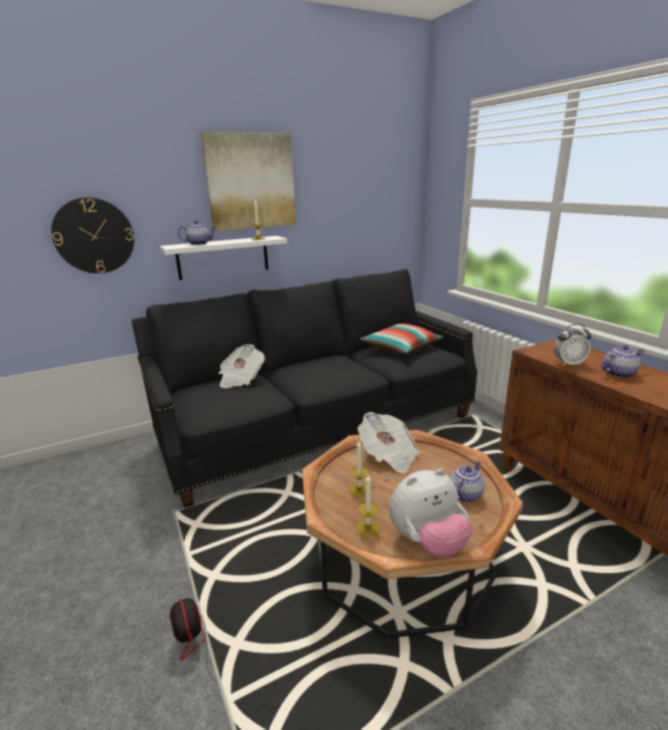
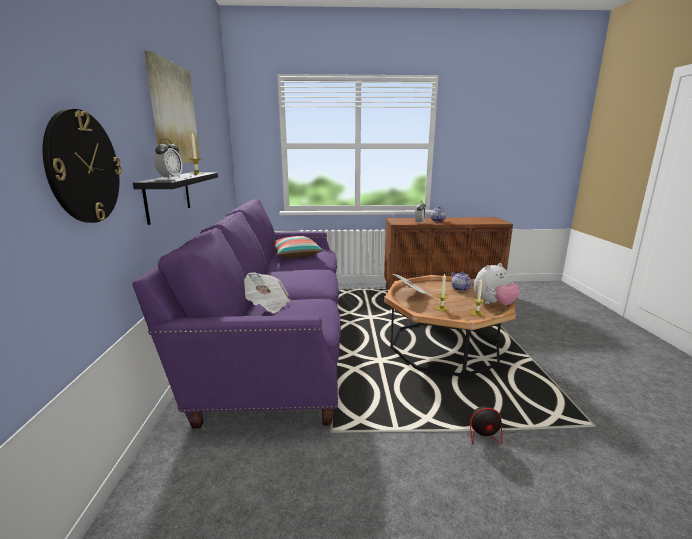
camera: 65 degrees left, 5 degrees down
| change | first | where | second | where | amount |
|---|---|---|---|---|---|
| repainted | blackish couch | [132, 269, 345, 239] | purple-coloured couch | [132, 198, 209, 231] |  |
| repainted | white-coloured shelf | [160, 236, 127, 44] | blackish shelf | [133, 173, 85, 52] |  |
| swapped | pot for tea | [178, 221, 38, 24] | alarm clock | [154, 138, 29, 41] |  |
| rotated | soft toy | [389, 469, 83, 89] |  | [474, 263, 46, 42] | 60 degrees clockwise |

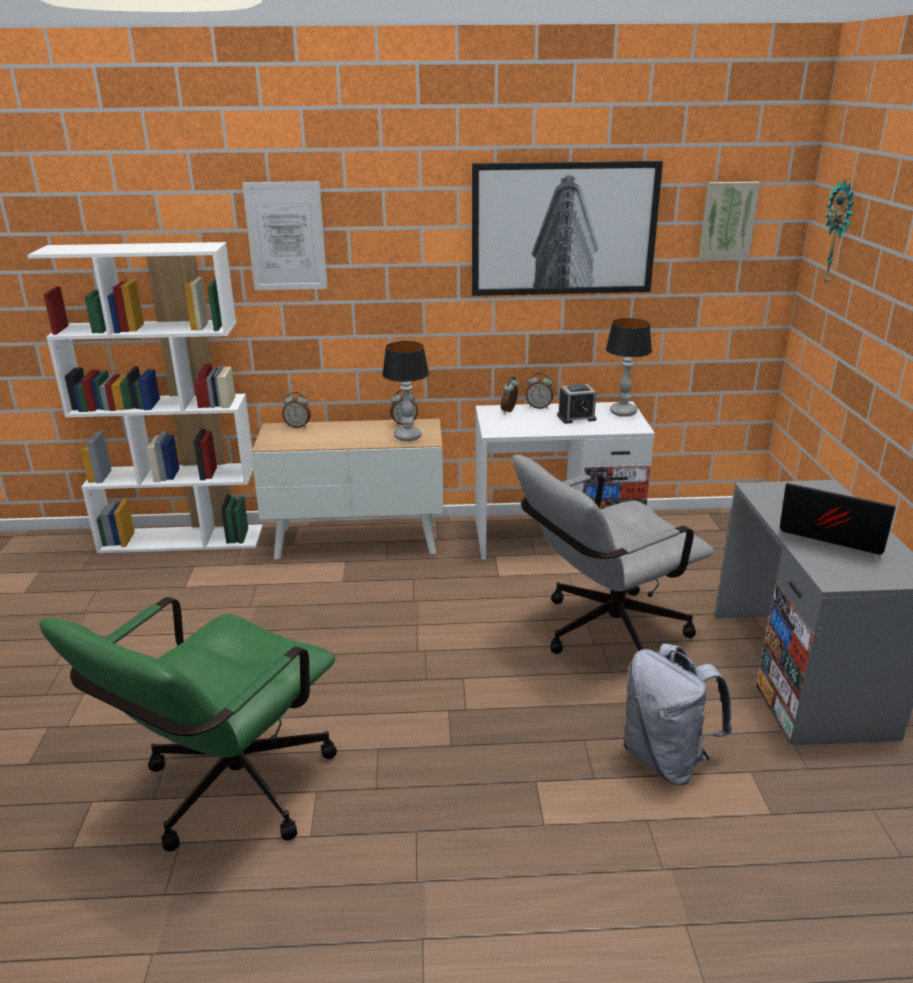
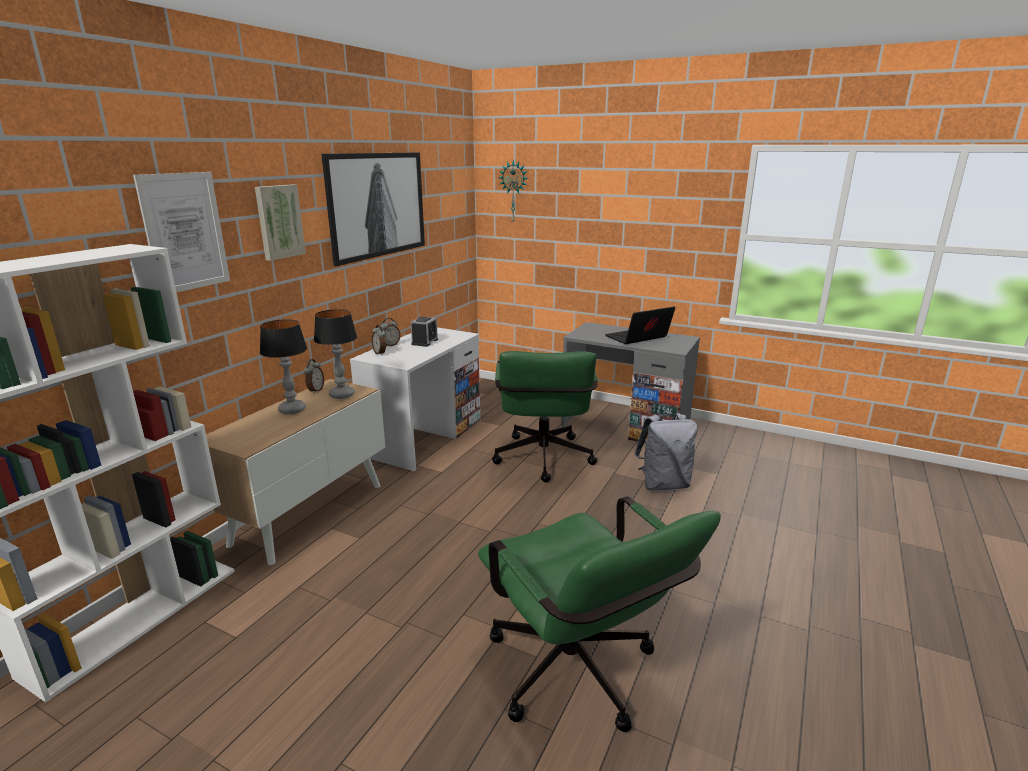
camera: 60 degrees left, 5 degrees down
| change | first | where | second | where | amount |
|---|---|---|---|---|---|
| shifted | wall picture | [699, 182, 61, 78] |  | [255, 184, 51, 77] |  |
| shifted | lamp for a table | [606, 318, 46, 99] |  | [260, 319, 47, 95] |  |
| repainted | grey desk chair | [513, 455, 201, 199] | greenish desk chair | [492, 351, 106, 132] |  |
| gone | alarm clock | [282, 392, 29, 36] |  |  |  |

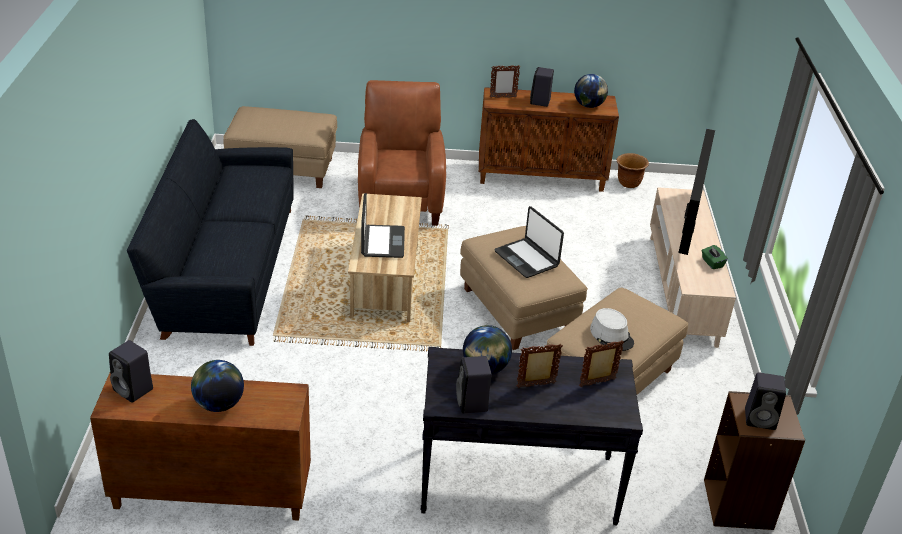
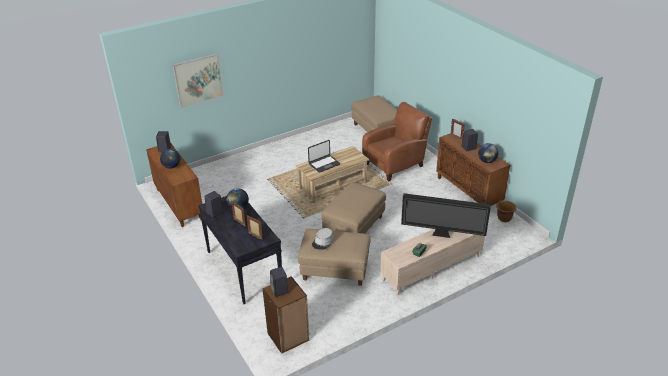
camera: 60 degrees right, 0 degrees up
| change | first | where | second | where | amount |
|---|---|---|---|---|---|
| new |  |  | wall picture | [173, 53, 51, 55] |  |
| rotated | television | [678, 129, 37, 126] |  | [401, 193, 90, 45] | 150 degrees counterclockwise |
| gone | blackish couch | [127, 119, 167, 227] |  |  |  |
| gone | laptop | [494, 206, 70, 72] |  |  |  |

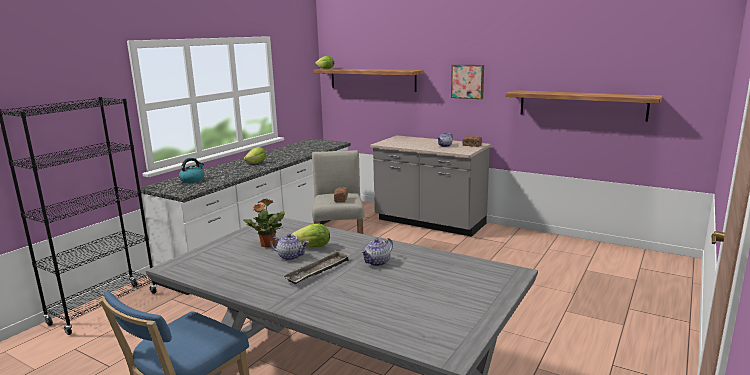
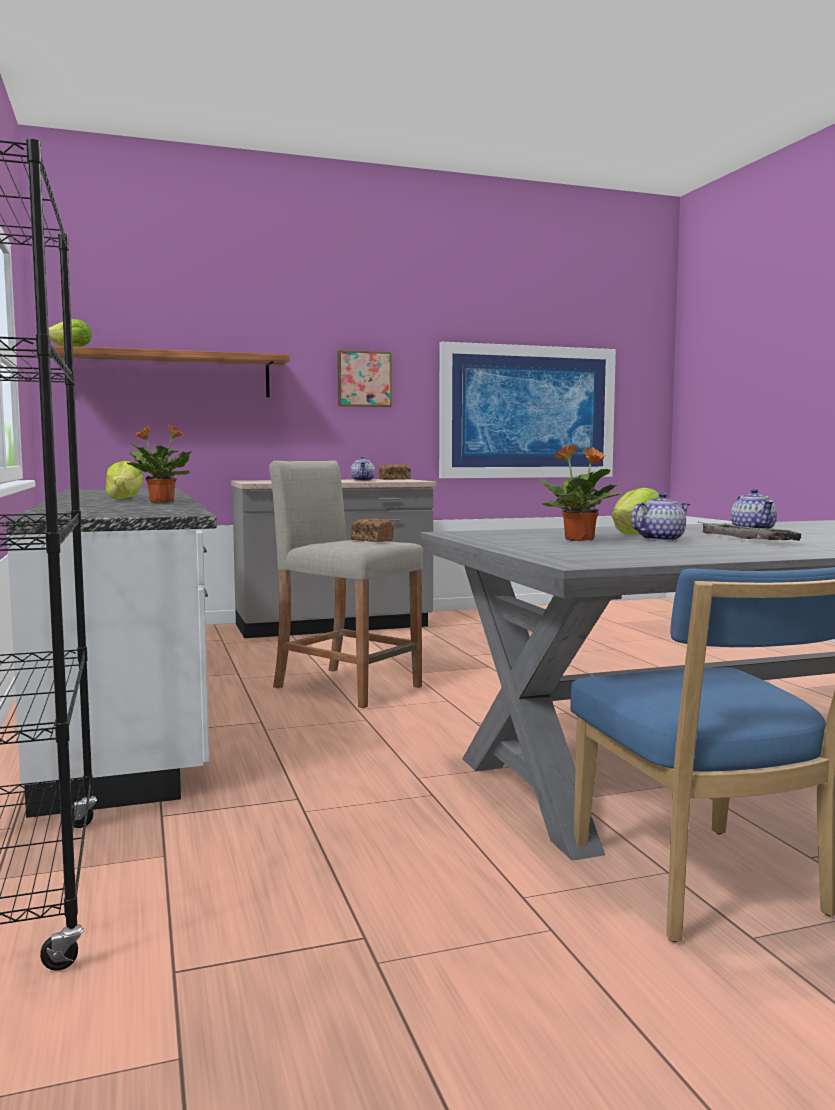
camera: 50 degrees left, 10 degrees down
| change | first | where | second | where | amount |
|---|---|---|---|---|---|
| new |  |  | plant in a pot | [127, 424, 64, 79] |  |
| swapped | shelf | [506, 90, 156, 32] | wall picture | [439, 342, 177, 136] |  |
| gone | kettle | [179, 158, 25, 25] |  |  |  |

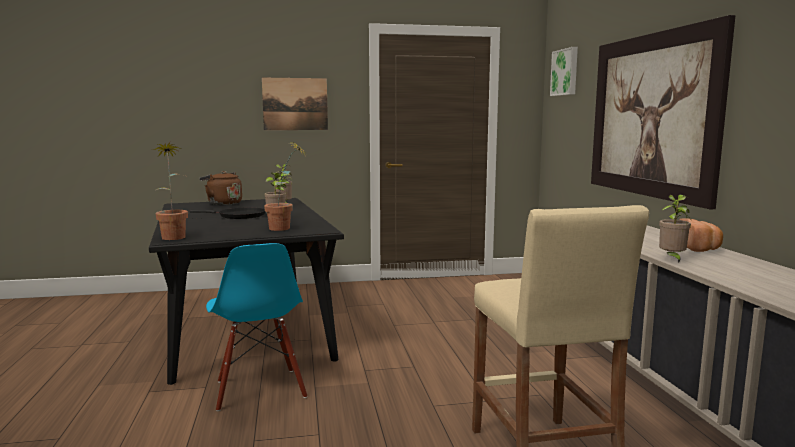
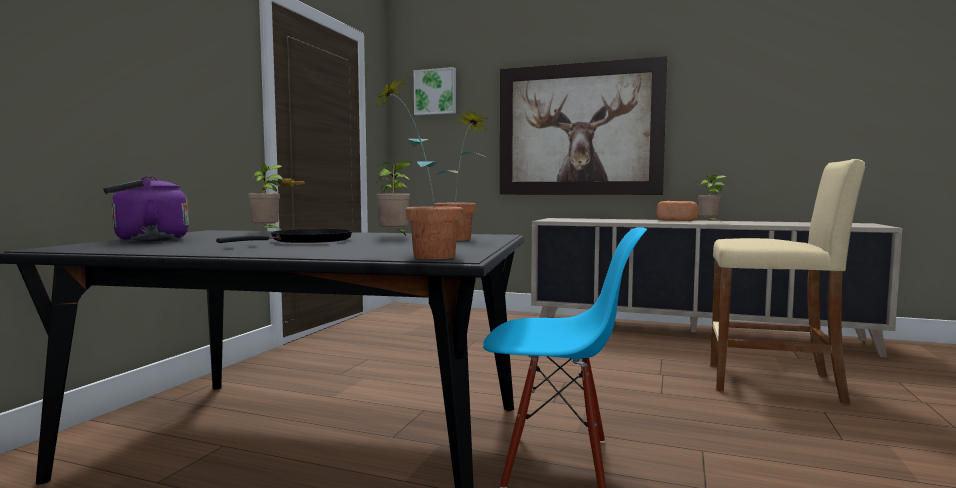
camera: 60 degrees left, 5 degrees down
| change | first | where | second | where | amount |
|---|---|---|---|---|---|
| repainted | brown kettle | [200, 171, 42, 34] | purple-coloured kettle | [103, 176, 86, 66] |  |
| gone | wall picture | [262, 78, 66, 52] |  |  |  |

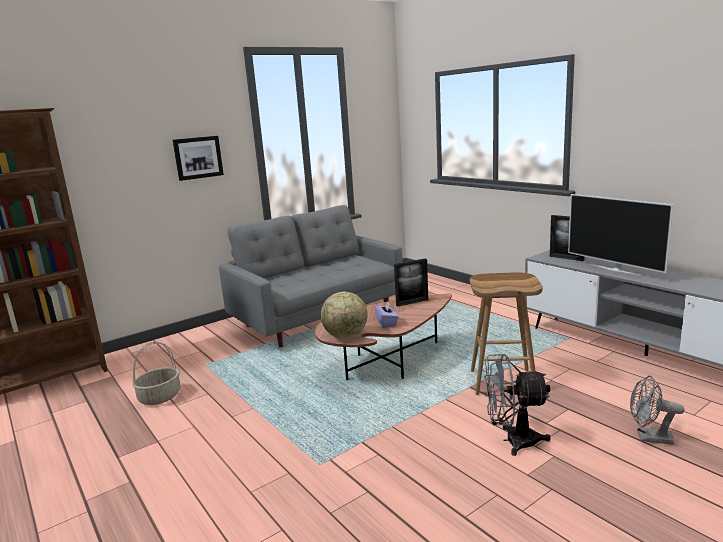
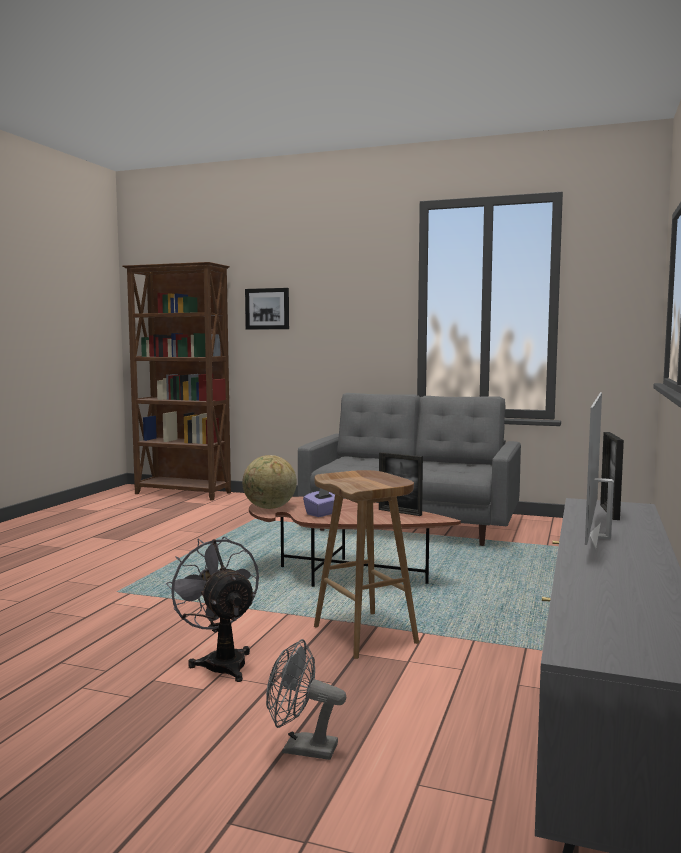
camera: 55 degrees right, 10 degrees down
| change | first | where | second | where | amount |
|---|---|---|---|---|---|
| shifted | wall picture | [173, 136, 51, 45] |  | [245, 288, 44, 42] |  |
| rotated | grey cooling fan | [630, 375, 54, 70] |  | [266, 639, 80, 121] | 60 degrees counterclockwise |
| gone | household basket | [132, 342, 48, 63] |  |  |  |

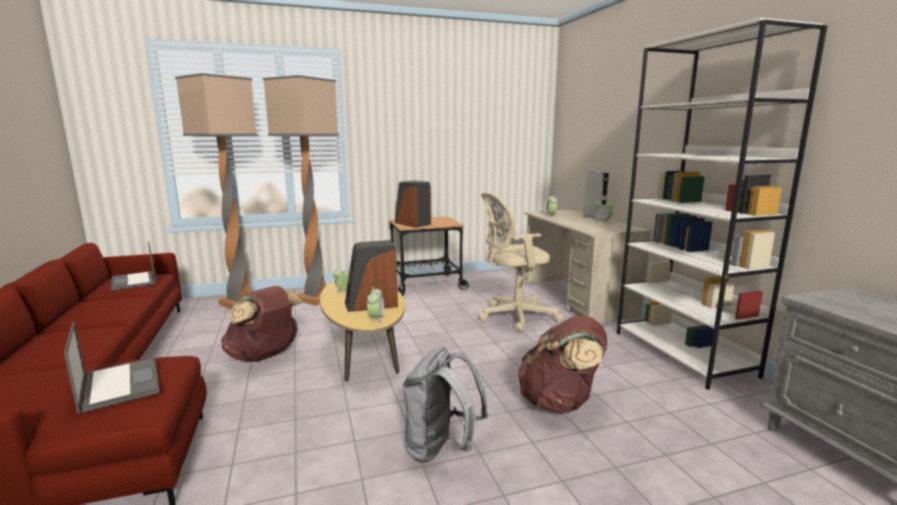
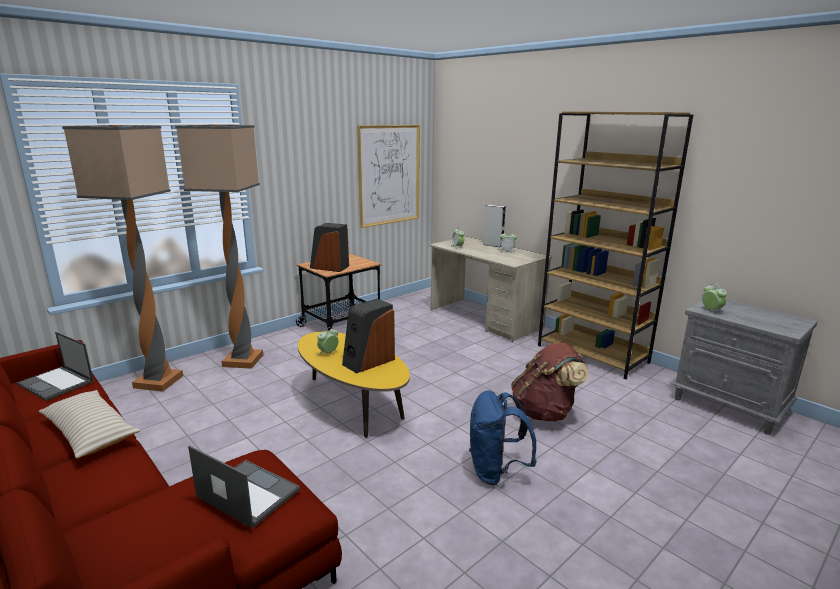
camera: 25 degrees left, 5 degrees up
| change | first | where | second | where | amount |
|---|---|---|---|---|---|
| new |  |  | beige-coloured pillow | [39, 390, 101, 69] |  |
| new |  |  | wall picture | [357, 125, 63, 103] |  |
| repainted | grey knapsack | [403, 347, 85, 116] | blue-coloured knapsack | [469, 390, 67, 95] |  |
| repainted | white-coloured bookshelf | [617, 18, 210, 372] | brown bookshelf | [538, 111, 155, 268] |  |
| shifted | alarm clock | [367, 287, 18, 37] |  | [702, 284, 25, 30] |  |
| gone | brown knapsack | [221, 286, 81, 76] |  |  |  |
| gone | beige-coloured desk chair | [478, 192, 85, 140] |  |  |  |

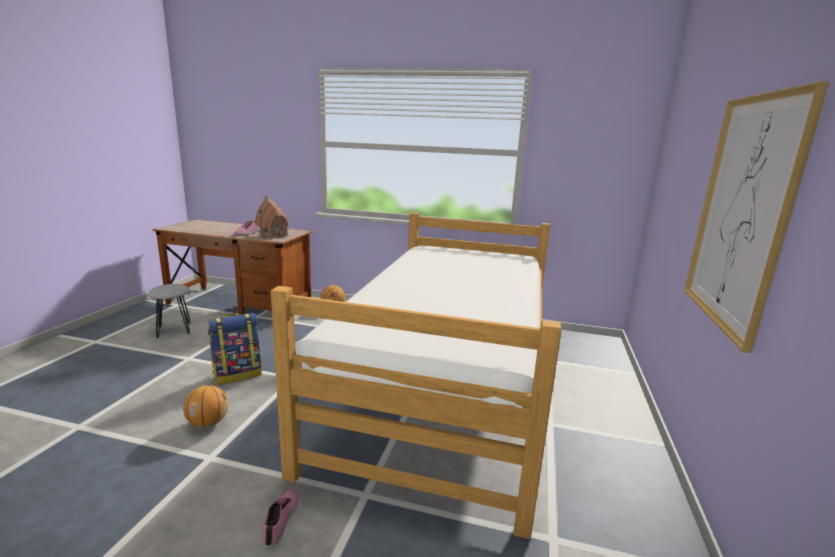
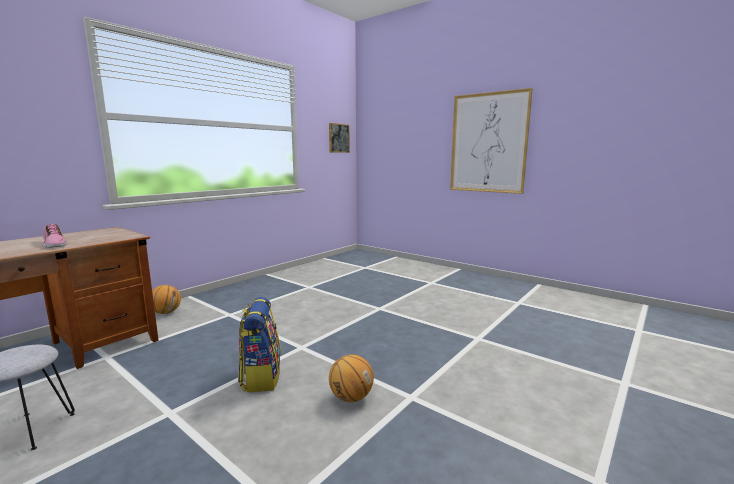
camera: 65 degrees left, 5 degrees down
| change | first | where | second | where | amount |
|---|---|---|---|---|---|
| new |  |  | wall picture | [329, 123, 21, 30] |  |
| gone | miniature house | [255, 196, 34, 42] |  |  |  |
| gone | shoe | [262, 489, 38, 59] |  |  |  |
| gone | sleeping bed | [271, 212, 291, 327] |  |  |  |

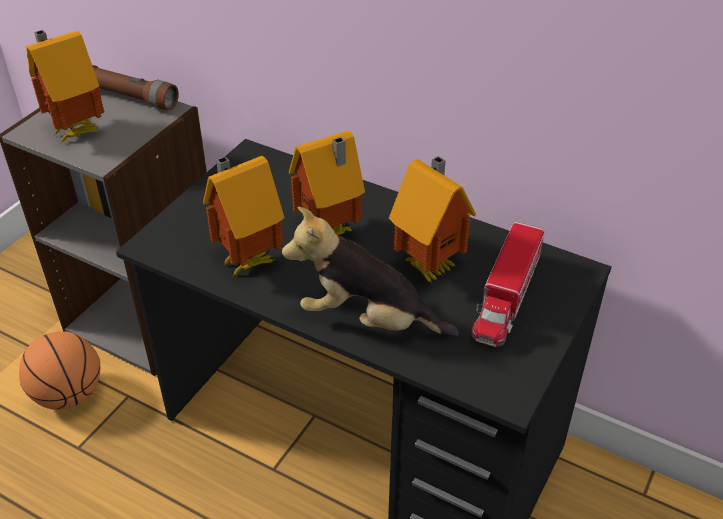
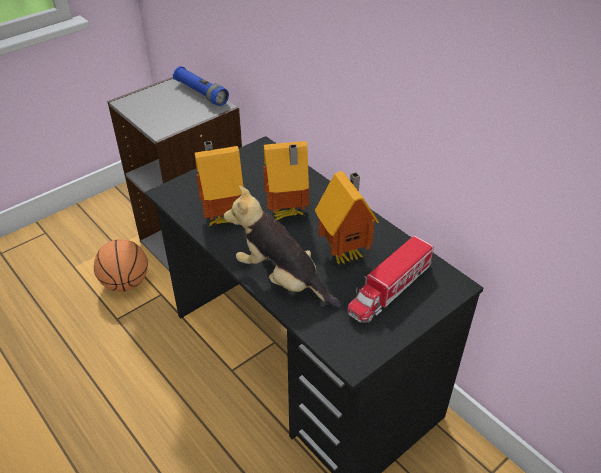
camera: 20 degrees right, 0 degrees up
| change | first | where | second | where | amount |
|---|---|---|---|---|---|
| repainted | brown flashlight | [92, 65, 87, 45] | blue-coloured flashlight | [173, 66, 56, 40] |  |
| gone | miniature house | [26, 30, 78, 113] |  |  |  |

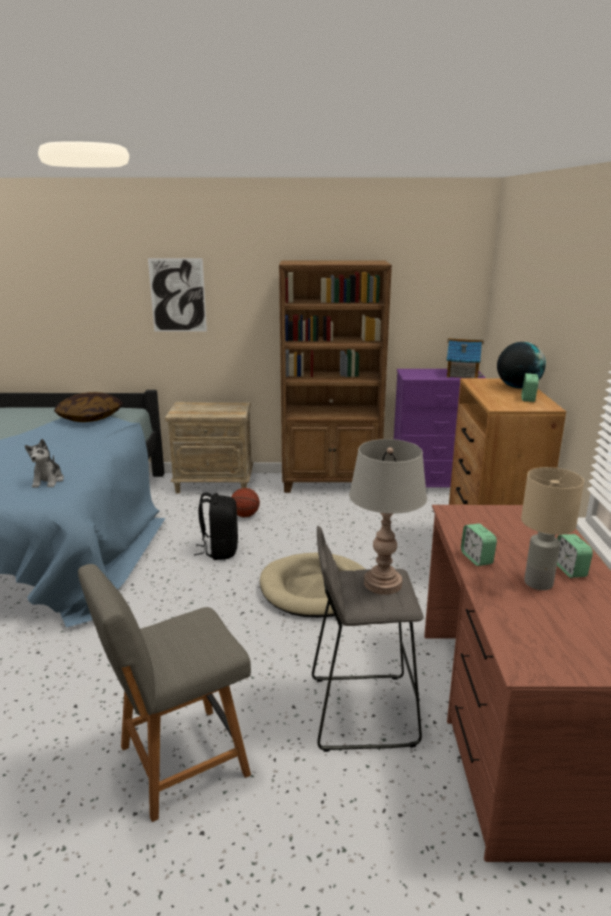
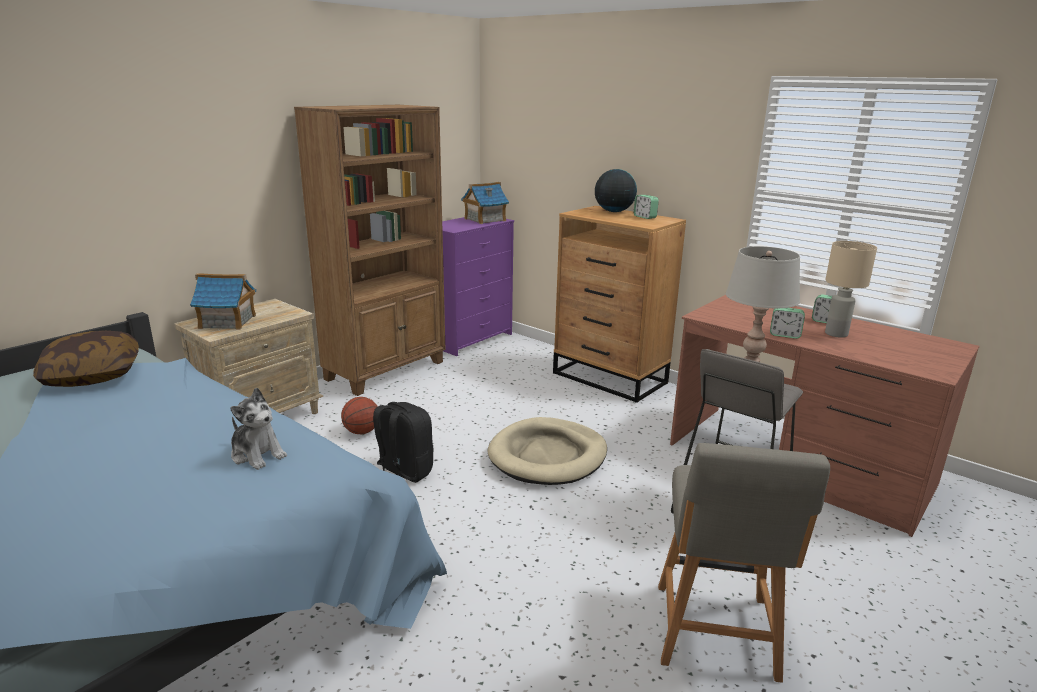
camera: 50 degrees left, 0 degrees up
| change | first | where | second | where | amount |
|---|---|---|---|---|---|
| new |  |  | miniature house | [190, 273, 66, 57] |  |
| gone | wall picture | [148, 258, 59, 74] |  |  |  |

